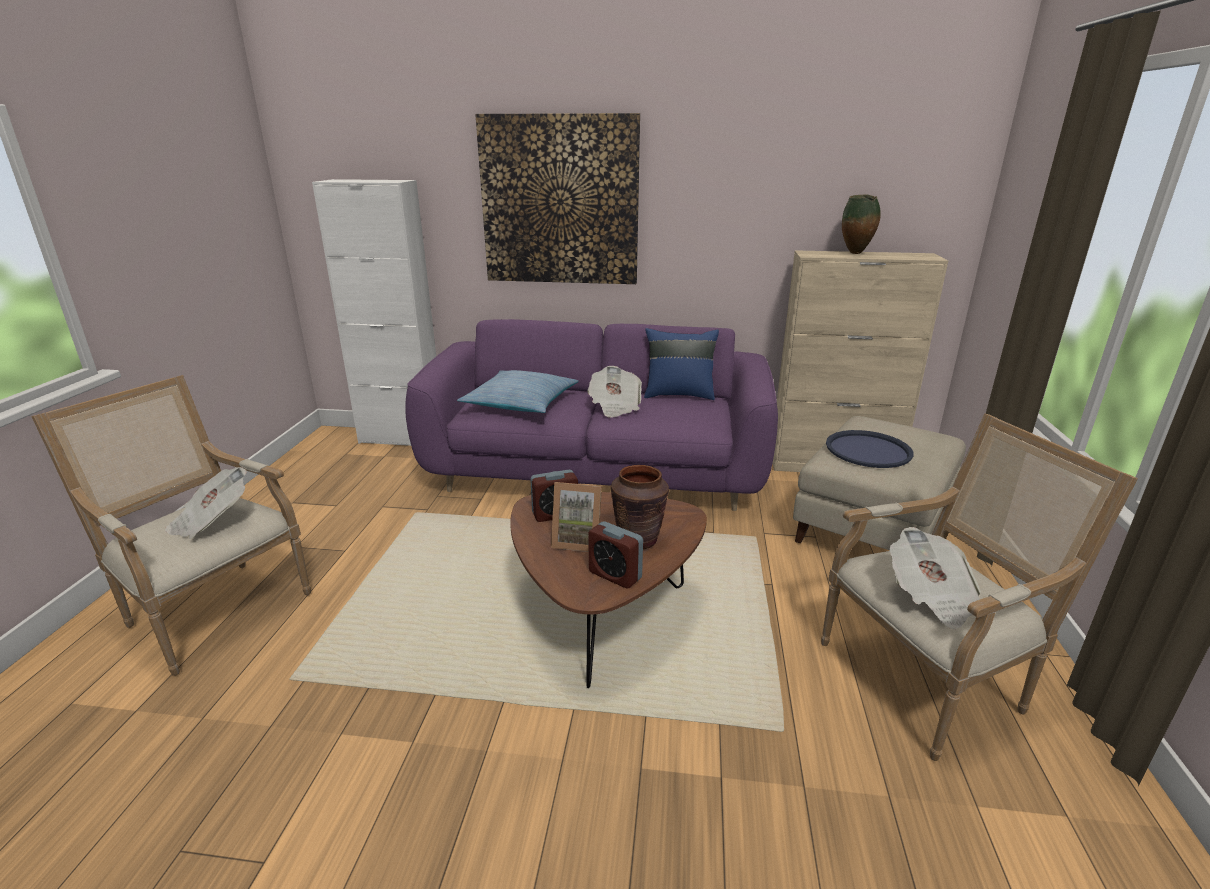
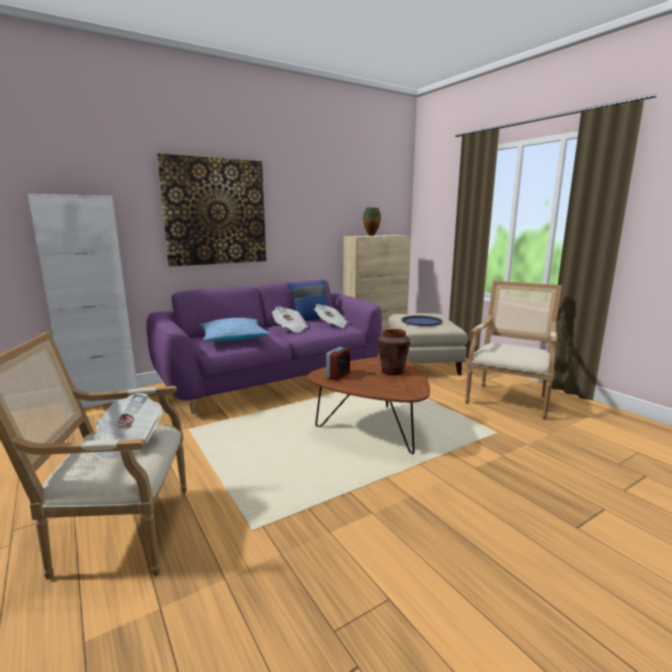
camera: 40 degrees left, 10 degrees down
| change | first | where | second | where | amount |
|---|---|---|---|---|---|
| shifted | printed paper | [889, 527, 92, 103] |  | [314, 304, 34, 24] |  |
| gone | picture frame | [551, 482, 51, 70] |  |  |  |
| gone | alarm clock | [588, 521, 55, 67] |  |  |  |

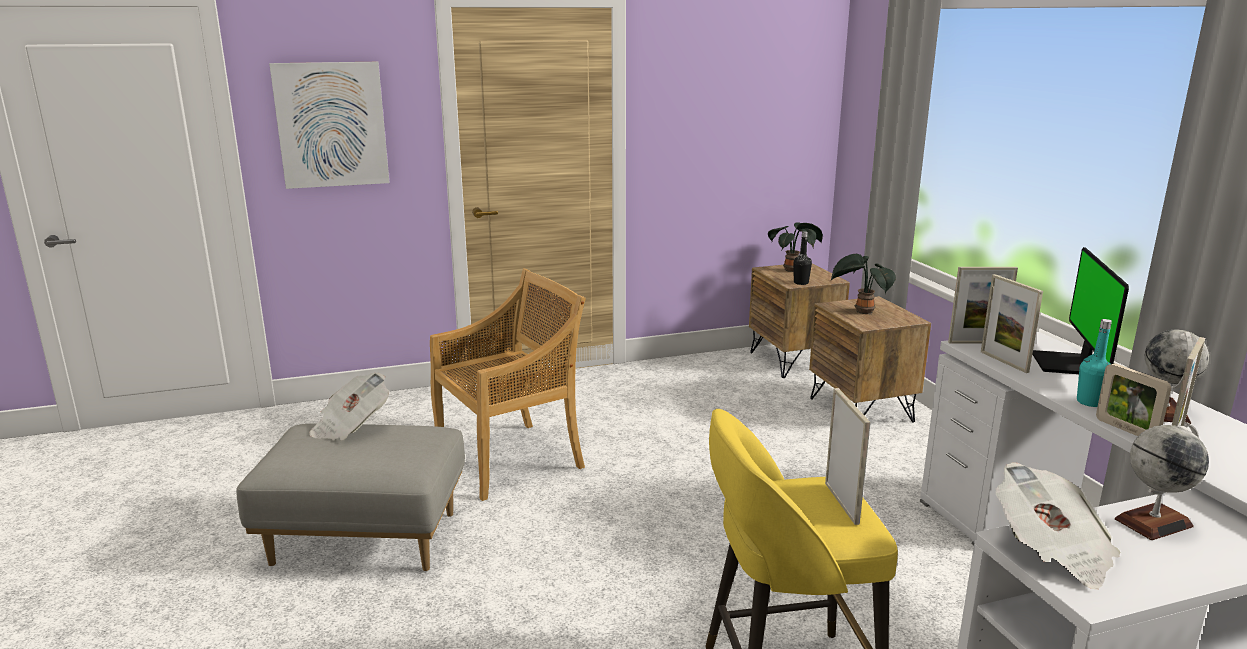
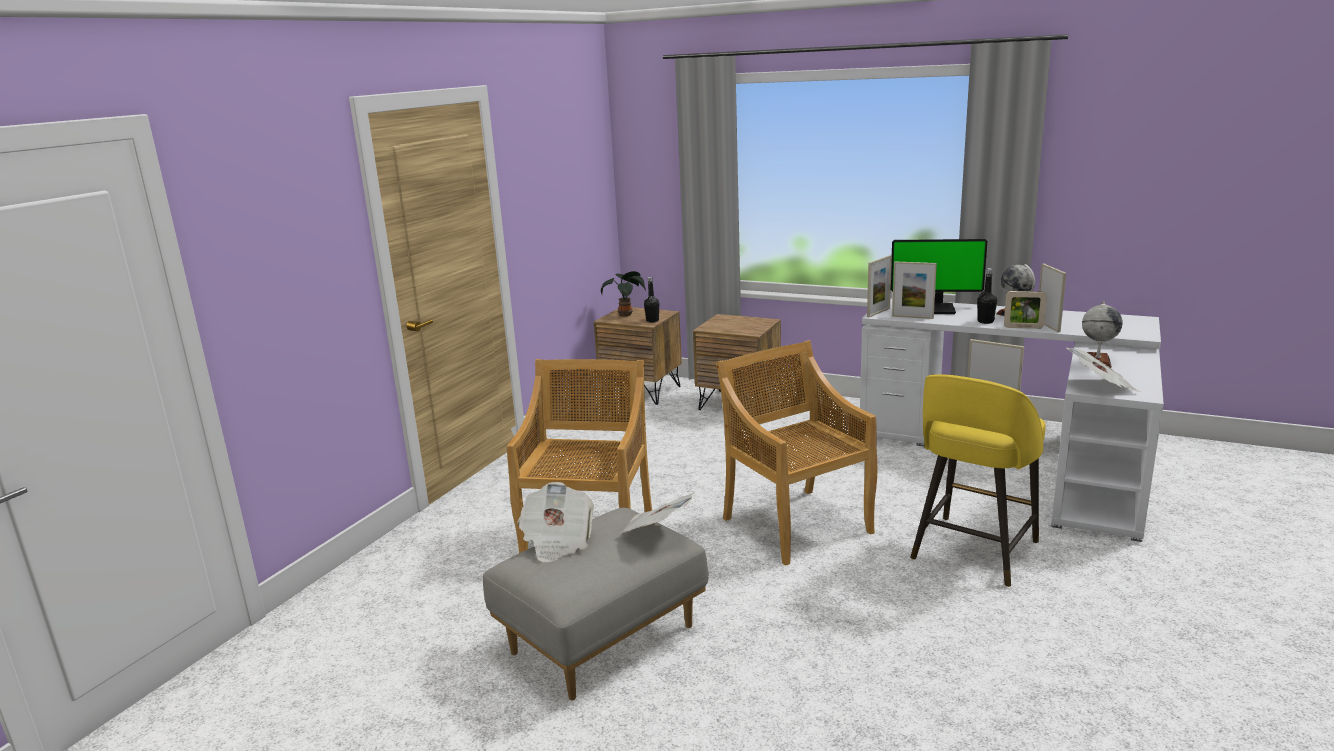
camera: 45 degrees left, 0 degrees up
| change | first | where | second | where | amount |
|---|---|---|---|---|---|
| new |  |  | printed paper | [619, 493, 75, 41] |  |
| new |  |  | beige-coloured upright chair | [716, 340, 161, 226] |  |
| rotated | computer screen | [1032, 247, 97, 127] |  | [891, 239, 96, 75] | 45 degrees counterclockwise |
| repainted | blue-green bottle | [1077, 319, 35, 88] | blackish bottle | [977, 268, 20, 56] |  |
| gone | wall picture | [269, 62, 121, 127] |  |  |  |
| gone | plant in a pot | [831, 254, 65, 61] |  |  |  |

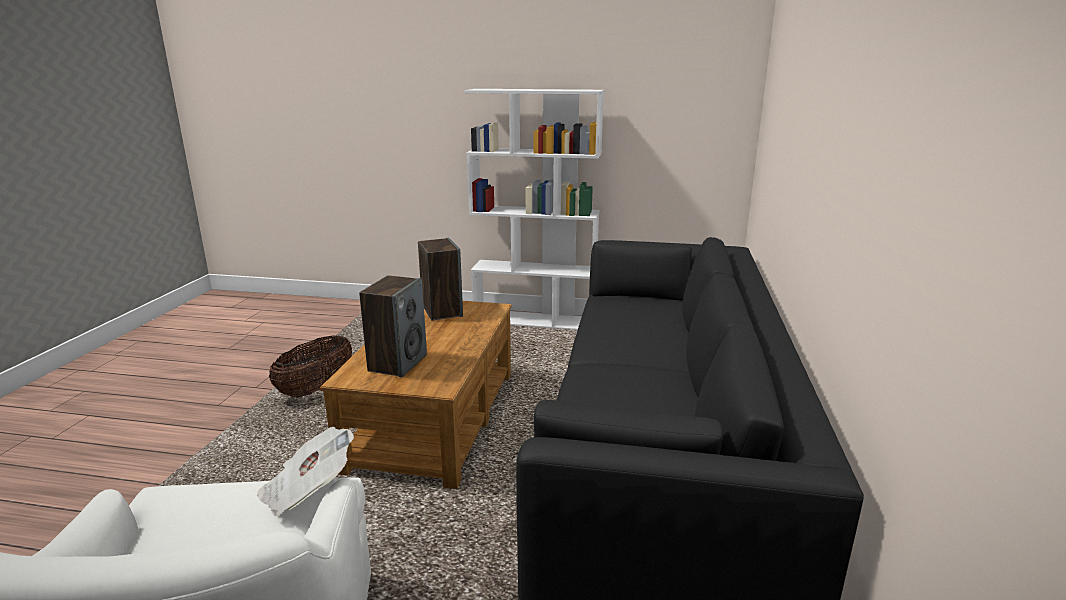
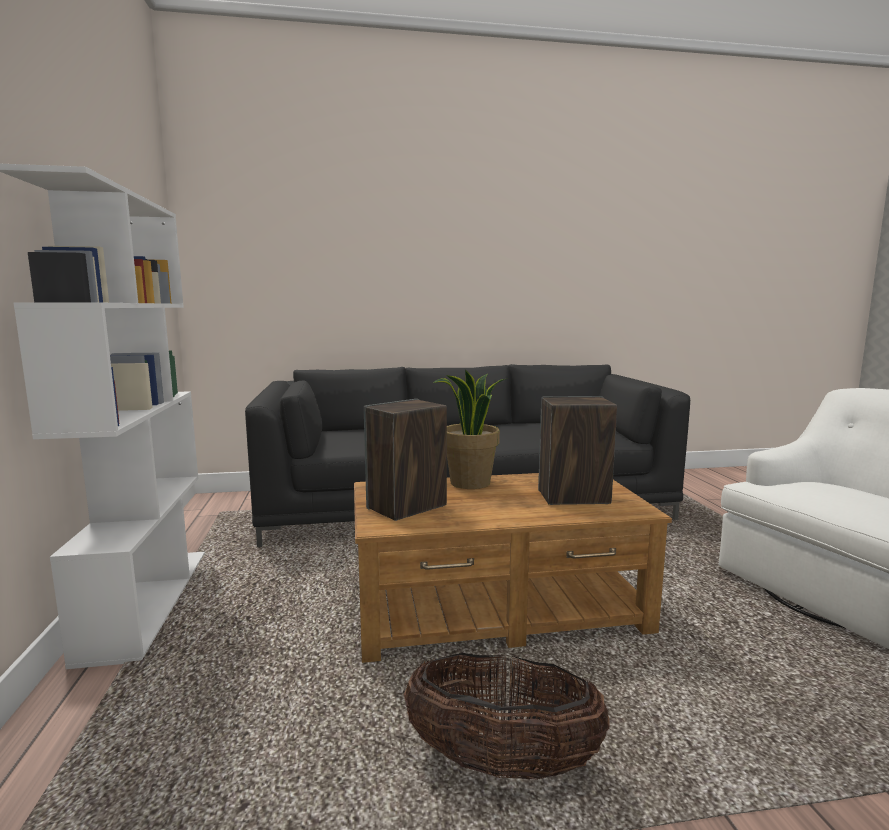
camera: 110 degrees left, 10 degrees down
| change | first | where | second | where | amount |
|---|---|---|---|---|---|
| new |  |  | plant in a pot | [433, 370, 72, 119] |  |
| gone | printed paper | [257, 427, 97, 89] |  |  |  |

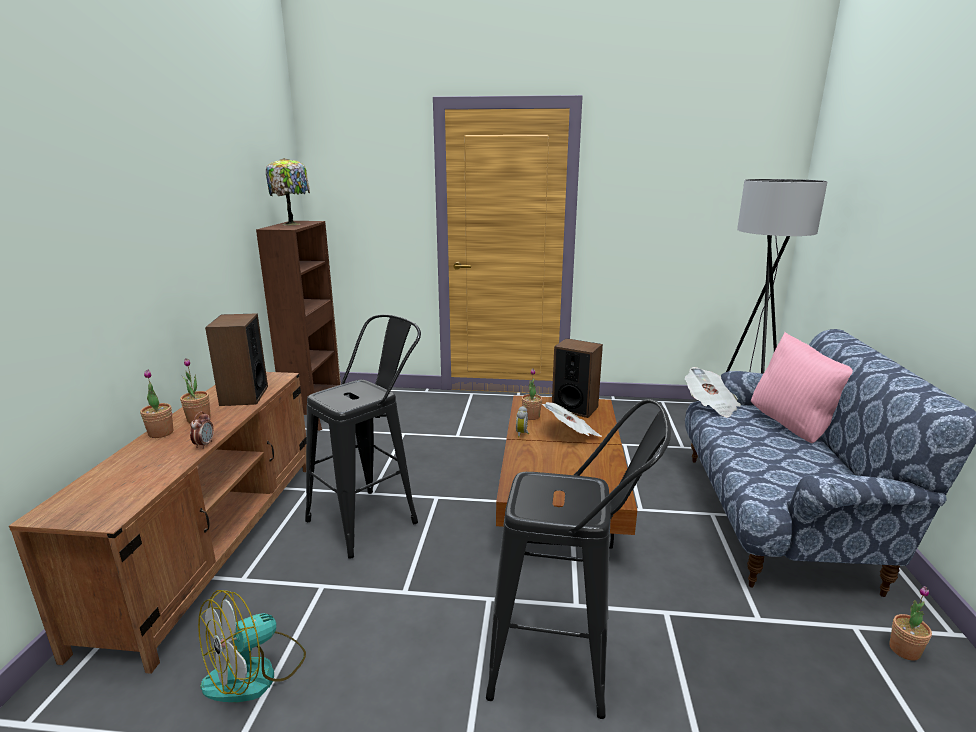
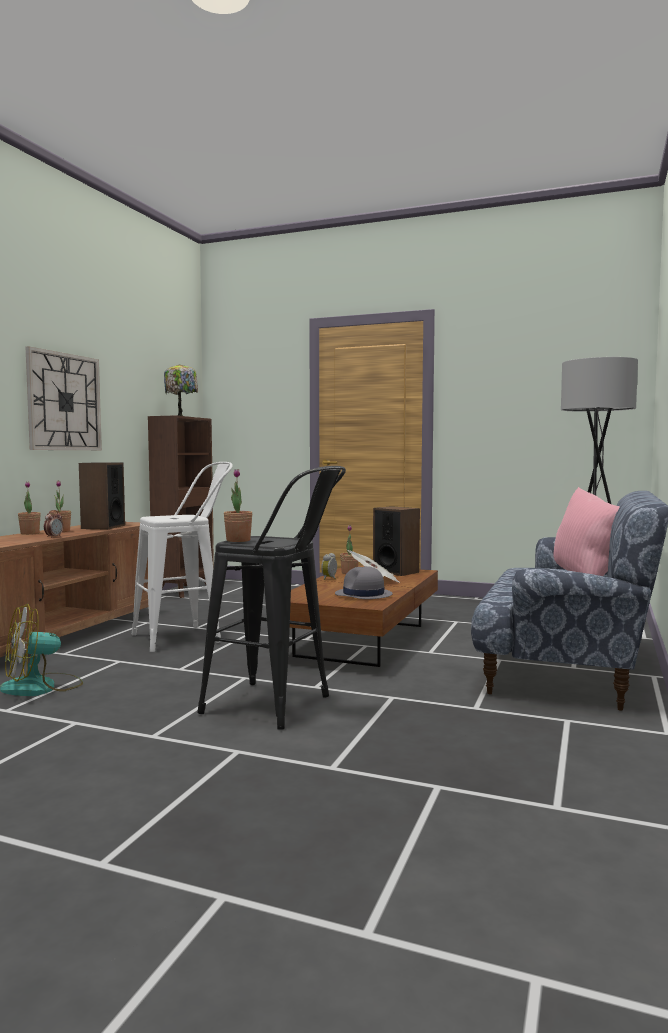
camera: 15 degrees right, 15 degrees down
| change | first | where | second | where | amount |
|---|---|---|---|---|---|
| new |  |  | hanging clock | [26, 346, 76, 104] |  |
| repainted | blackish stool seat | [305, 315, 116, 244] | white-coloured stool seat | [132, 462, 101, 190] |  |
| shifted | plant in a pot | [889, 586, 43, 75] |  | [224, 469, 28, 73] |  |
| new |  |  | grey wearable hat | [335, 566, 58, 33] |  |
| gone | printed paper | [685, 367, 56, 51] |  |  |  |

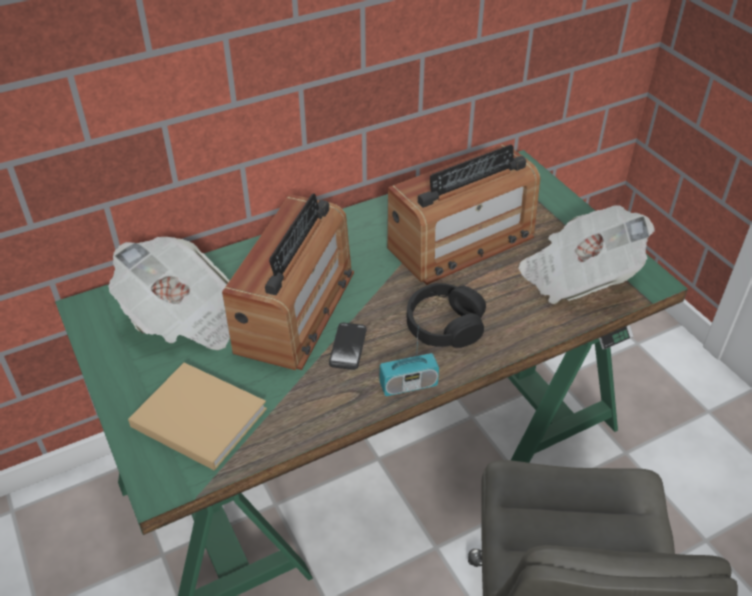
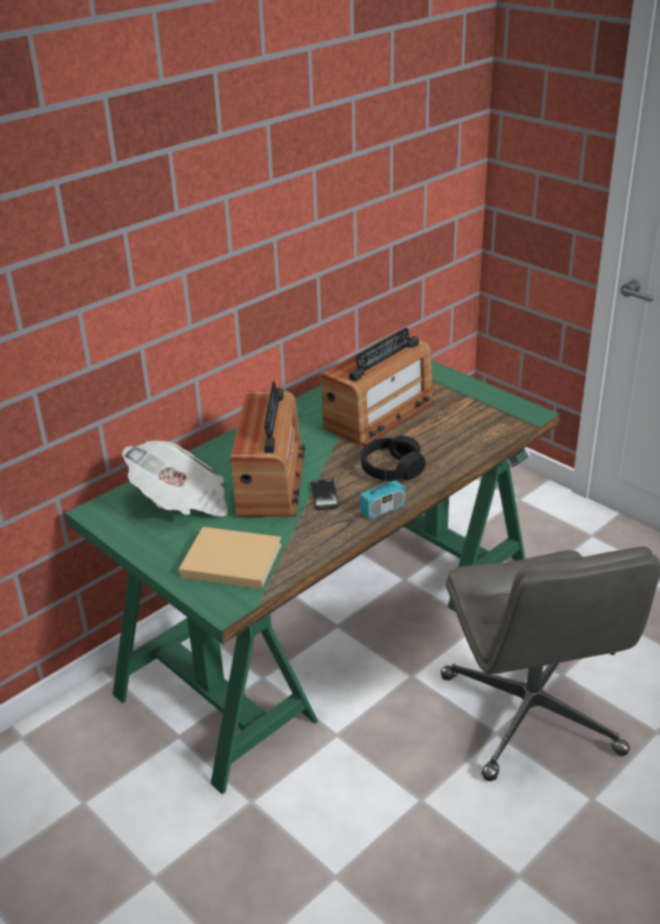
camera: 15 degrees left, 10 degrees down
| change | first | where | second | where | amount |
|---|---|---|---|---|---|
| gone | printed paper | [518, 205, 137, 99] |  |  |  |

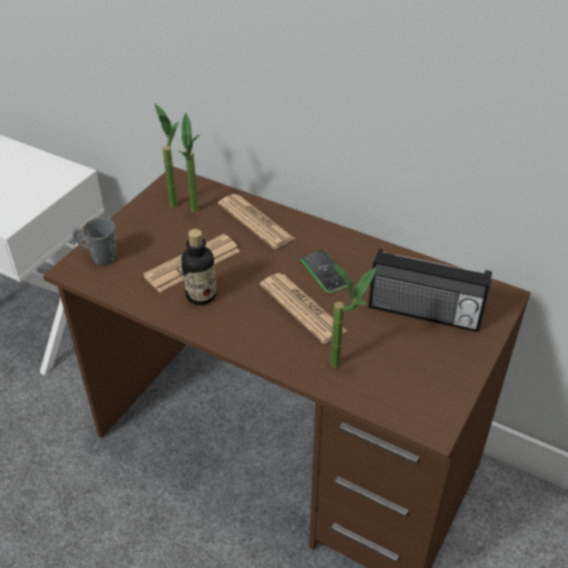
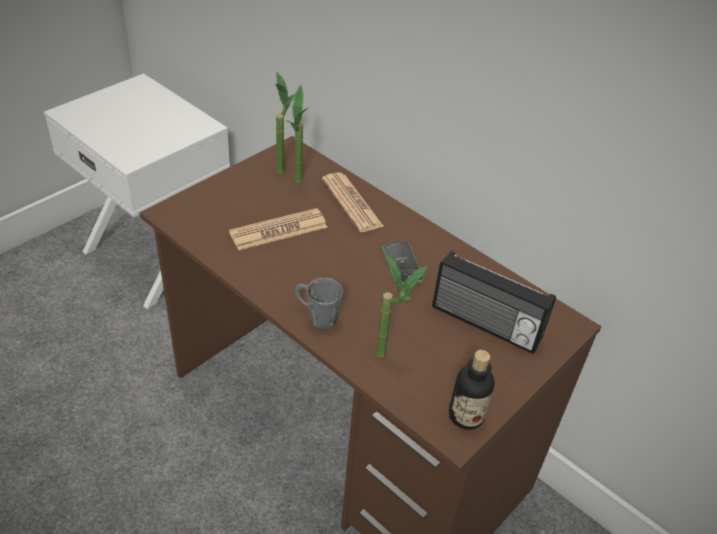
camera: 10 degrees right, 0 degrees up
| change | first | where | second | where | amount |
|---|---|---|---|---|---|
| shifted | grey mug | [72, 218, 44, 47] |  | [294, 278, 49, 51] |  |
| shifted | bottle | [181, 229, 36, 76] |  | [449, 350, 46, 80] |  |
| gone | printed paper | [260, 273, 87, 71] |  |  |  |

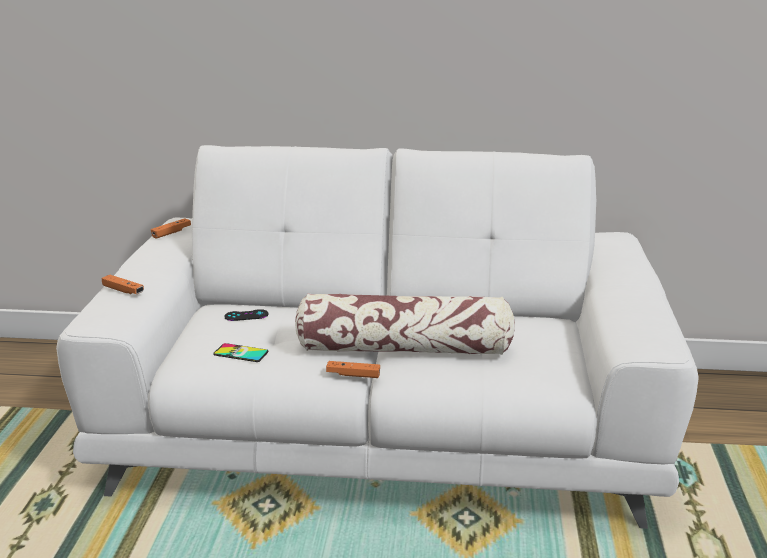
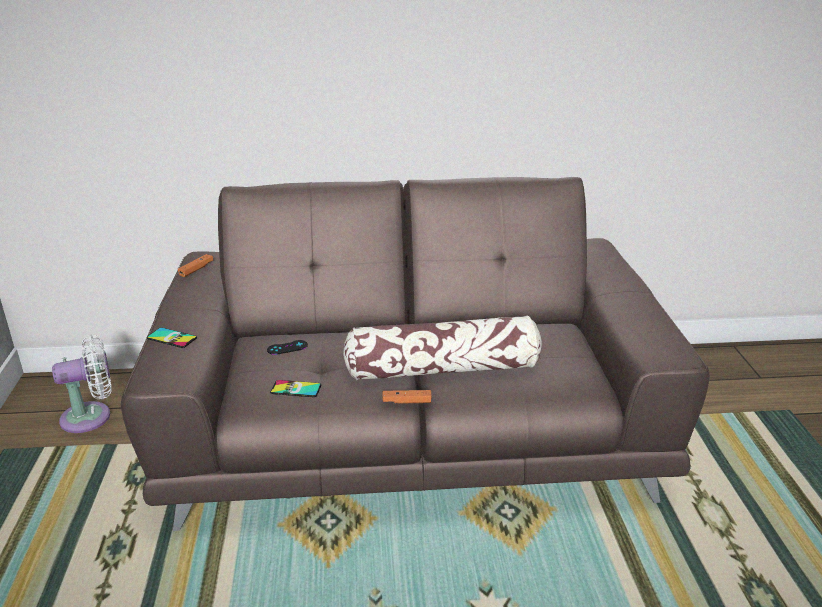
camera: 10 degrees left, 5 degrees up
| change | first | where | second | where | amount |
|---|---|---|---|---|---|
| new |  |  | white-coloured cooling fan | [52, 335, 59, 98] |  |
| repainted | white-coloured couch | [56, 145, 643, 384] | brown couch | [121, 177, 589, 354] |  |
| swapped | orange-coloured gamepad | [102, 275, 42, 19] | phone | [147, 327, 50, 21] |  |

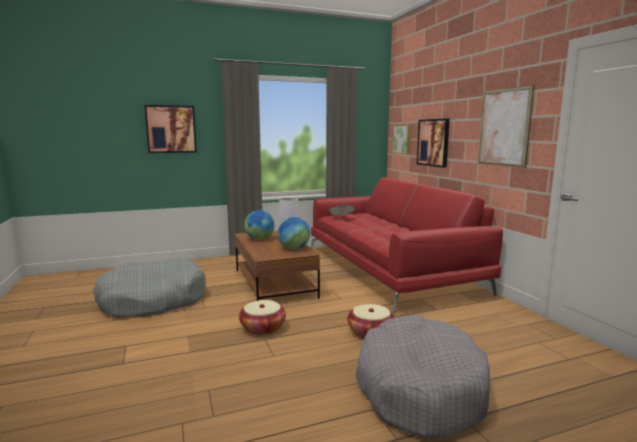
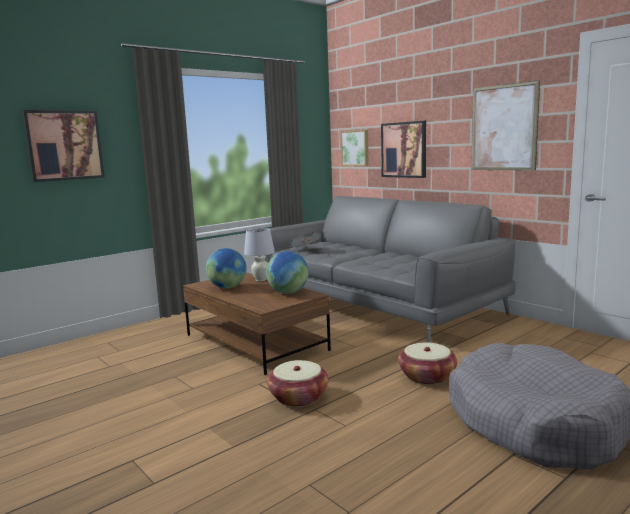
camera: 20 degrees left, 0 degrees up
| change | first | where | second | where | amount |
|---|---|---|---|---|---|
| repainted | red couch | [311, 177, 192, 137] | grey couch | [264, 196, 252, 147] |  |
| gone | grey dog cushion | [93, 258, 113, 59] |  |  |  |

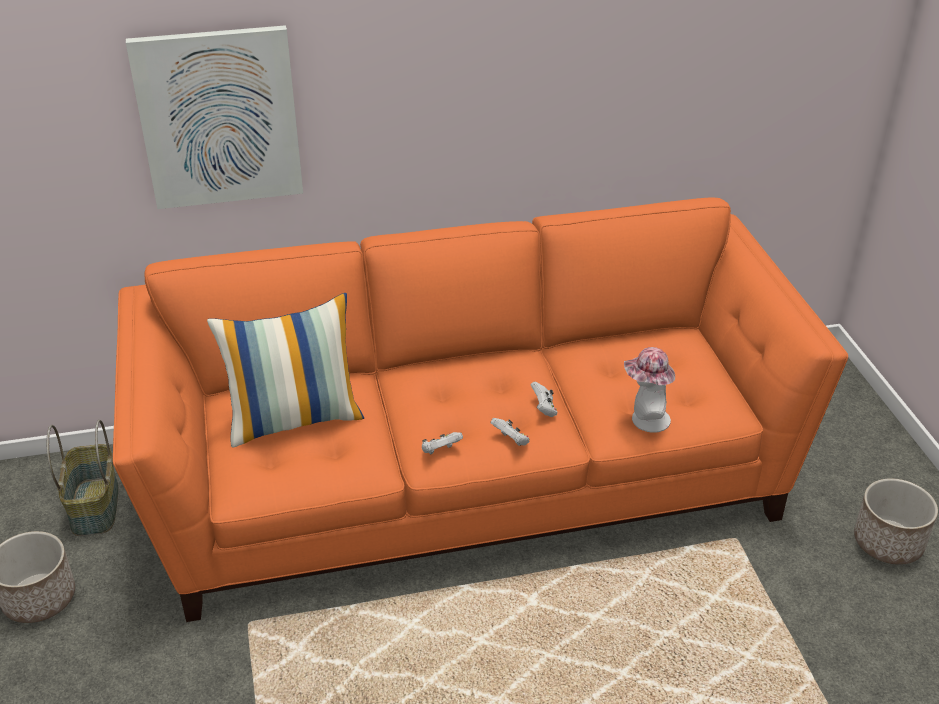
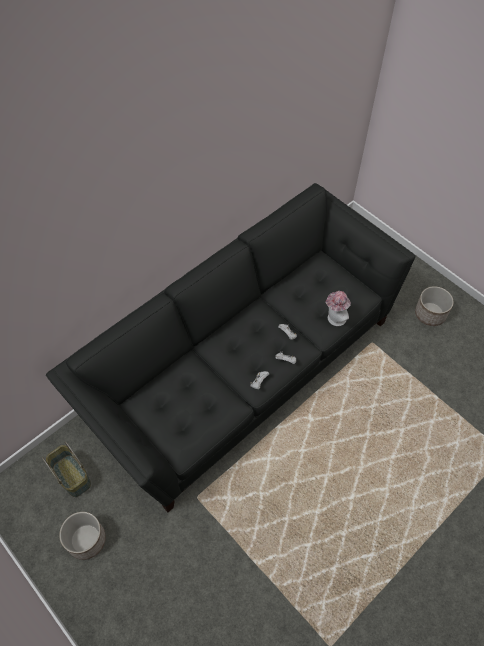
camera: 30 degrees left, 20 degrees up
| change | first | where | second | where | amount |
|---|---|---|---|---|---|
| repainted | orange-coloured couch | [113, 197, 735, 425] | blackish couch | [46, 183, 369, 329] |  |
| gone | wall picture | [126, 25, 177, 184] |  |  |  |
| gone | pillow | [207, 293, 157, 155] |  |  |  |

